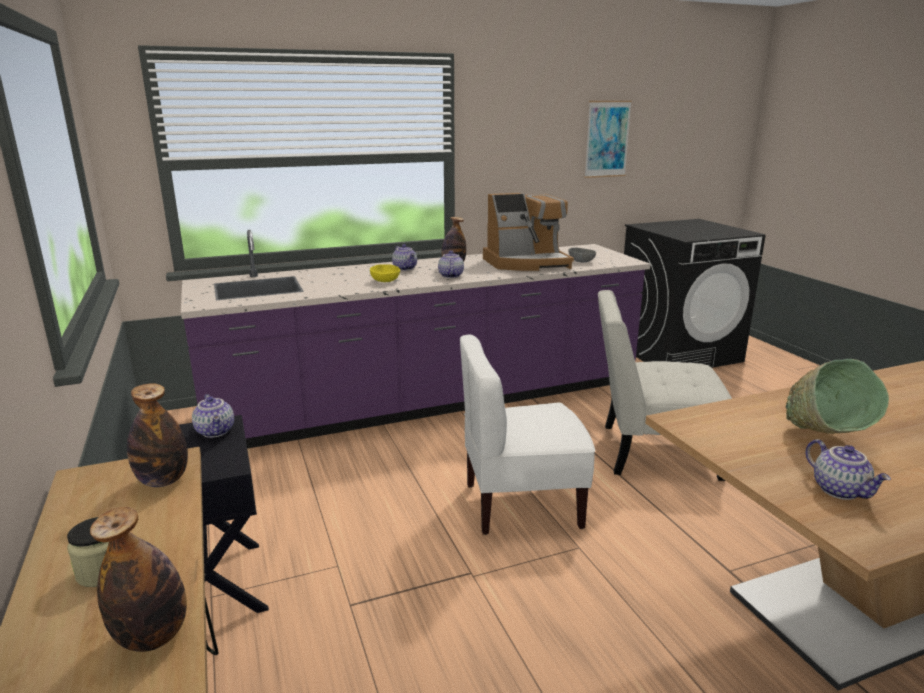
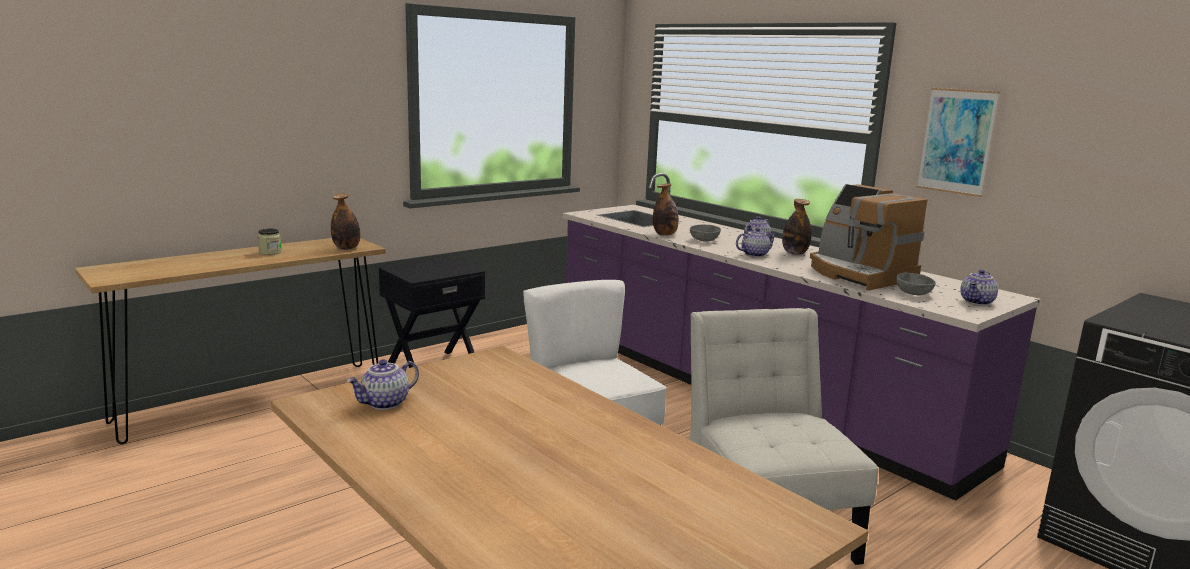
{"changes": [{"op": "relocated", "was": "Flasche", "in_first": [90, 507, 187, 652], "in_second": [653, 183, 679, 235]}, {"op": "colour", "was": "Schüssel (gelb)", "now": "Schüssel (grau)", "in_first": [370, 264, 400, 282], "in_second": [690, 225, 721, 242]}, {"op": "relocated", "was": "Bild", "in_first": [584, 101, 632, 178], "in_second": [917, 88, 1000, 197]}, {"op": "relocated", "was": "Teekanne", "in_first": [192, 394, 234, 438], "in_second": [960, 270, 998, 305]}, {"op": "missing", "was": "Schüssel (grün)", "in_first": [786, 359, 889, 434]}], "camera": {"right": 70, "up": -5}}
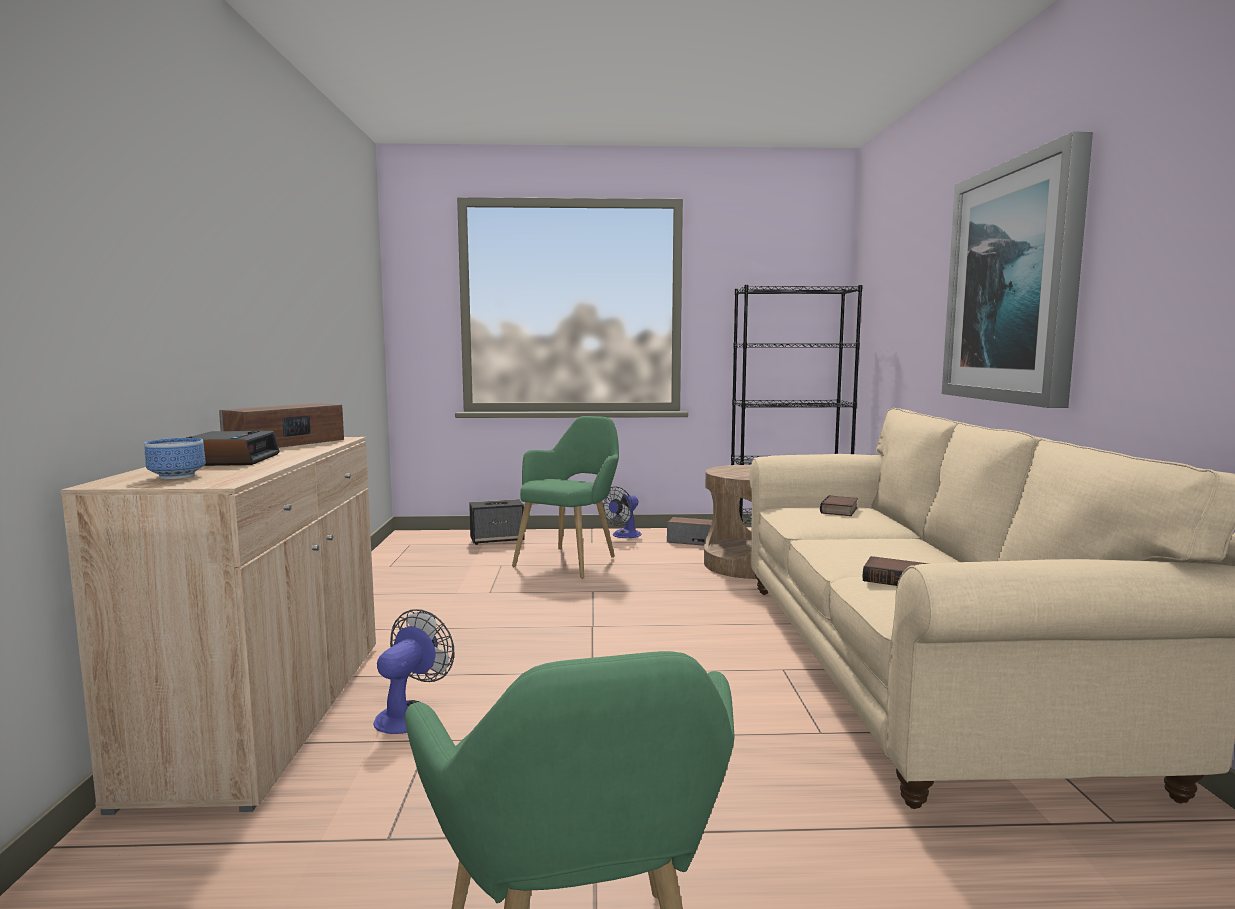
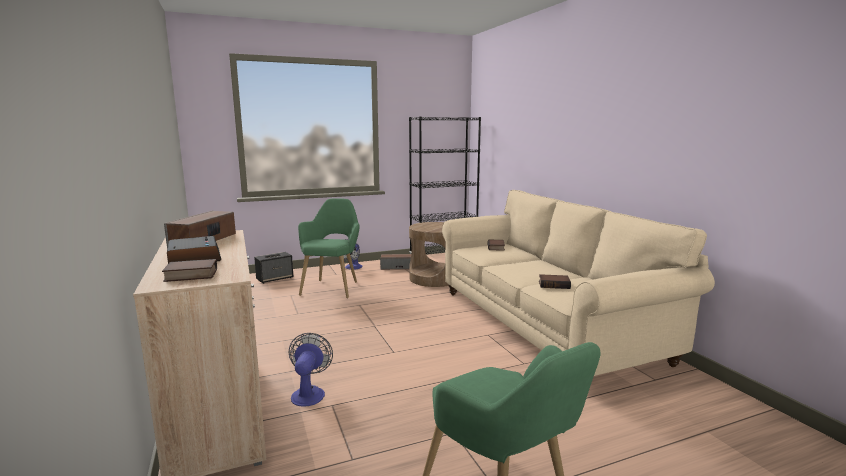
{"changes": [{"op": "exchanged", "was": "Schüssel", "now": "Buch", "in_first": [144, 438, 206, 479], "in_second": [162, 259, 217, 282]}, {"op": "missing", "was": "Bild", "in_first": [942, 132, 1093, 408]}], "camera": {"right": -20, "up": 5}}
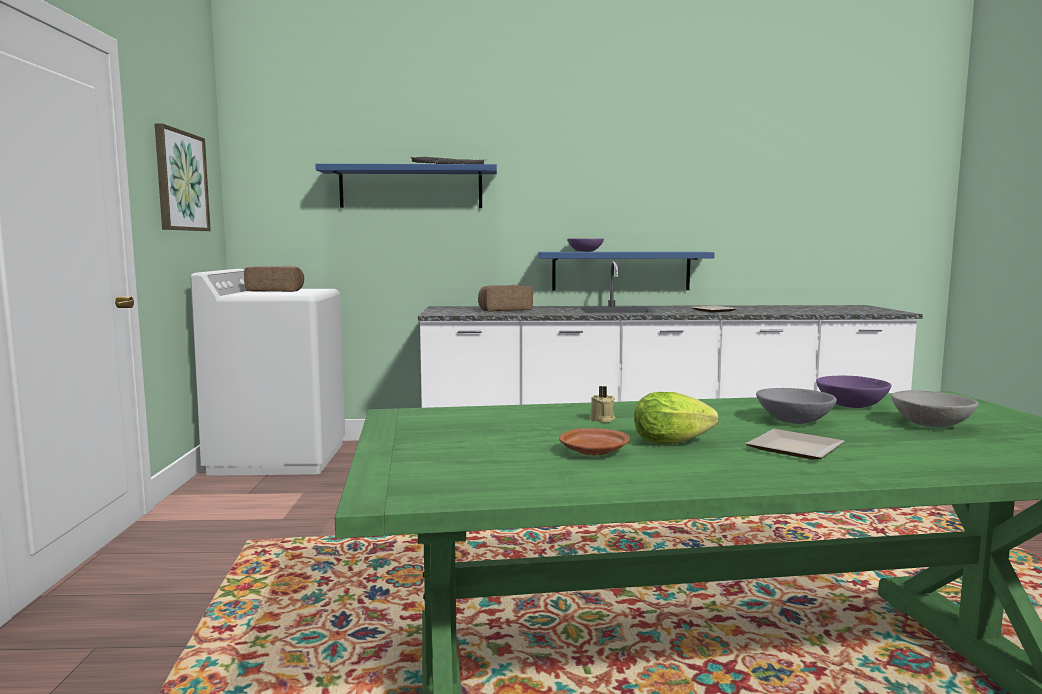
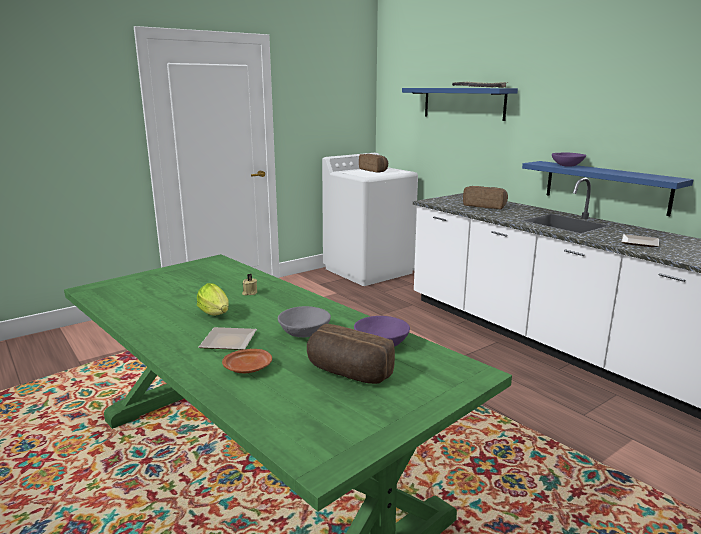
{"changes": [{"op": "relocated", "was": "Teller (braun)", "in_first": [559, 428, 630, 455], "in_second": [222, 349, 272, 373]}, {"op": "exchanged", "was": "Schüssel (grau)", "now": "Brot", "in_first": [891, 390, 979, 427], "in_second": [307, 324, 395, 384]}, {"op": "missing", "was": "Bild", "in_first": [155, 123, 211, 231]}], "camera": {"right": 55, "up": 10}}
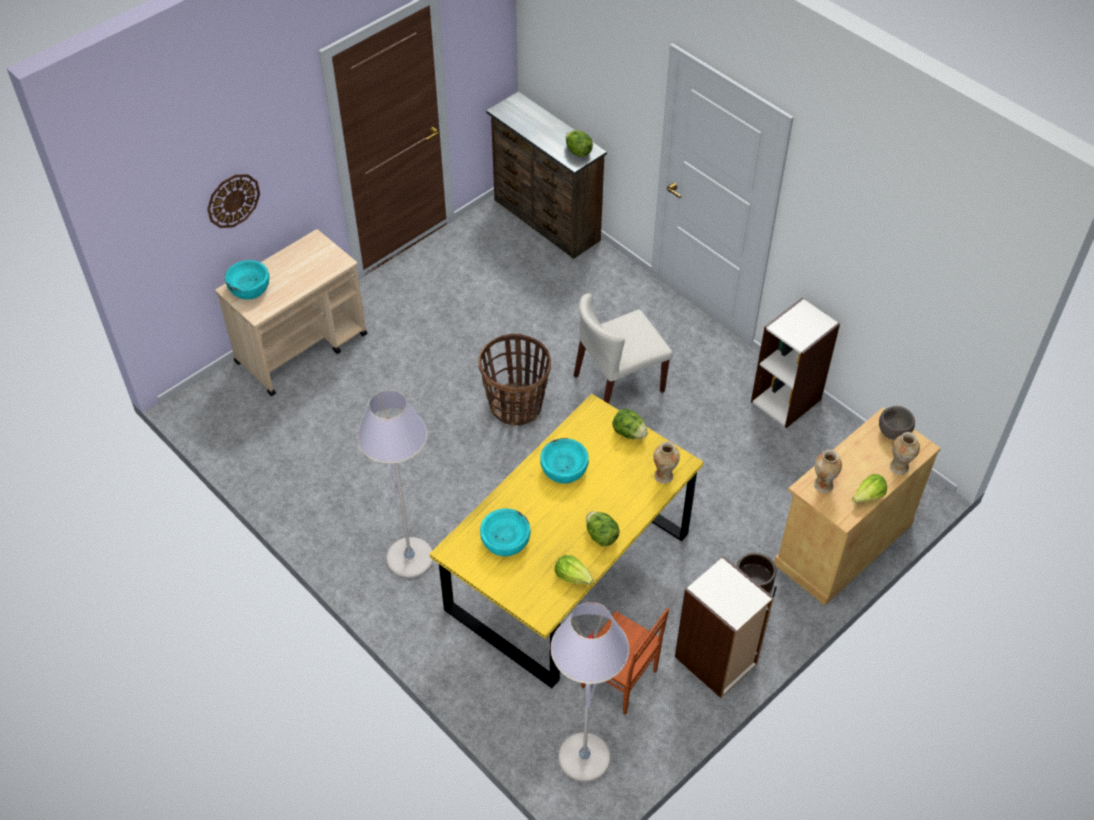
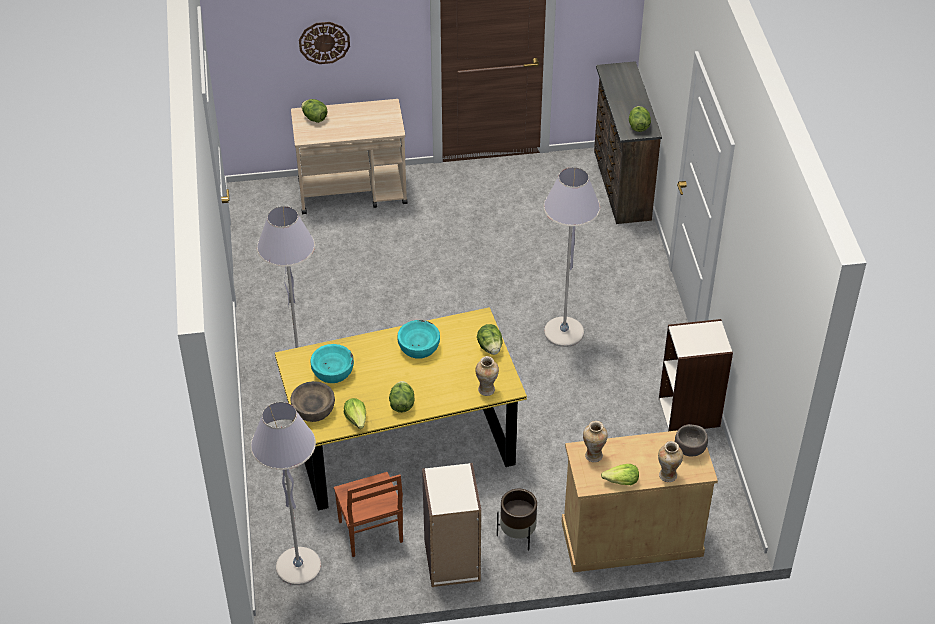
{"changes": [{"op": "appeared", "now": "Schüssel (braun)", "in_second": [290, 381, 335, 422]}, {"op": "exchanged", "was": "Schüssel (türkis)", "now": "Salatkopf", "in_first": [225, 260, 269, 300], "in_second": [301, 99, 327, 123]}, {"op": "exchanged", "was": "Stuhl (beige)", "now": "Stehlampe (grau)", "in_first": [574, 293, 673, 404], "in_second": [543, 167, 600, 347]}, {"op": "missing", "was": "Korb", "in_first": [478, 334, 551, 426]}], "camera": {"right": 35, "up": -5}}
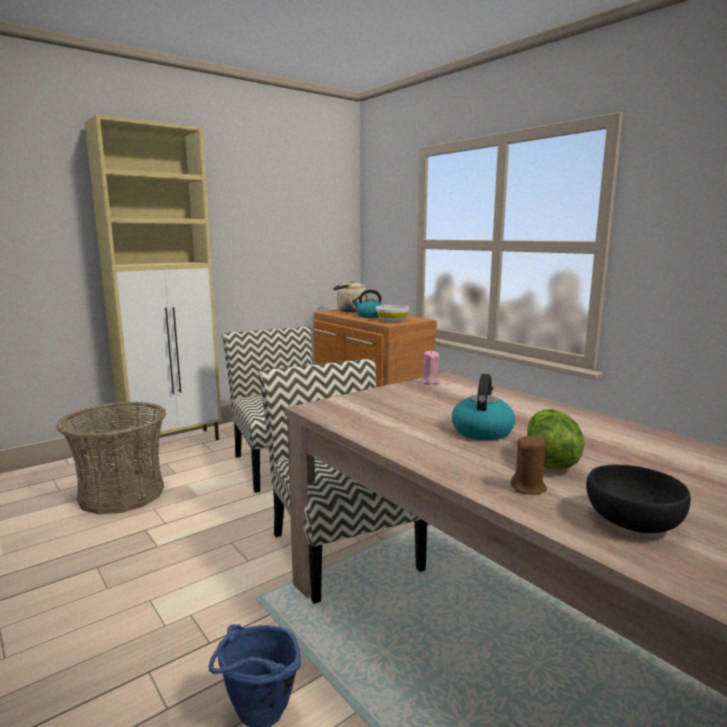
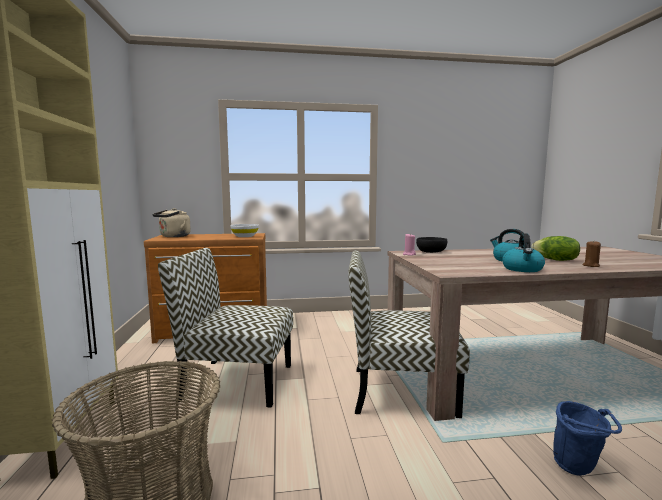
{"changes": [{"op": "relocated", "was": "Schüssel (schwarz)", "in_first": [586, 464, 691, 533], "in_second": [416, 237, 447, 253]}, {"op": "relocated", "was": "Wasserkessel", "in_first": [352, 289, 382, 318], "in_second": [502, 233, 545, 272]}], "camera": {"right": -60, "up": -5}}
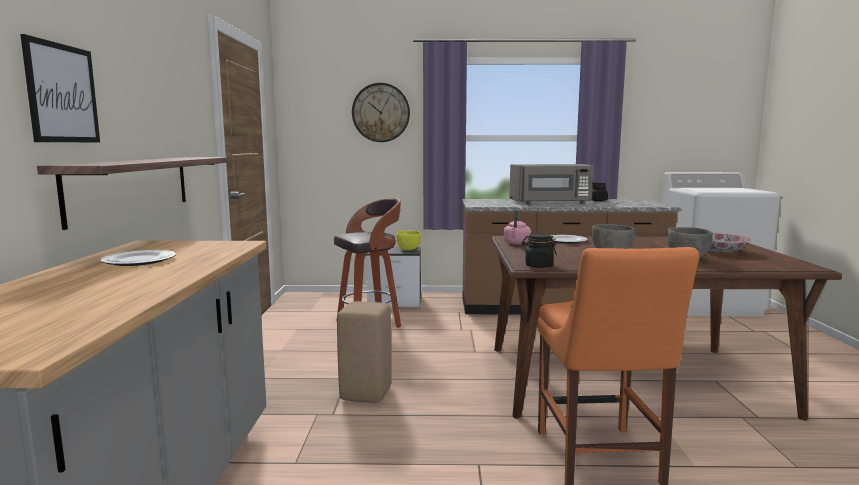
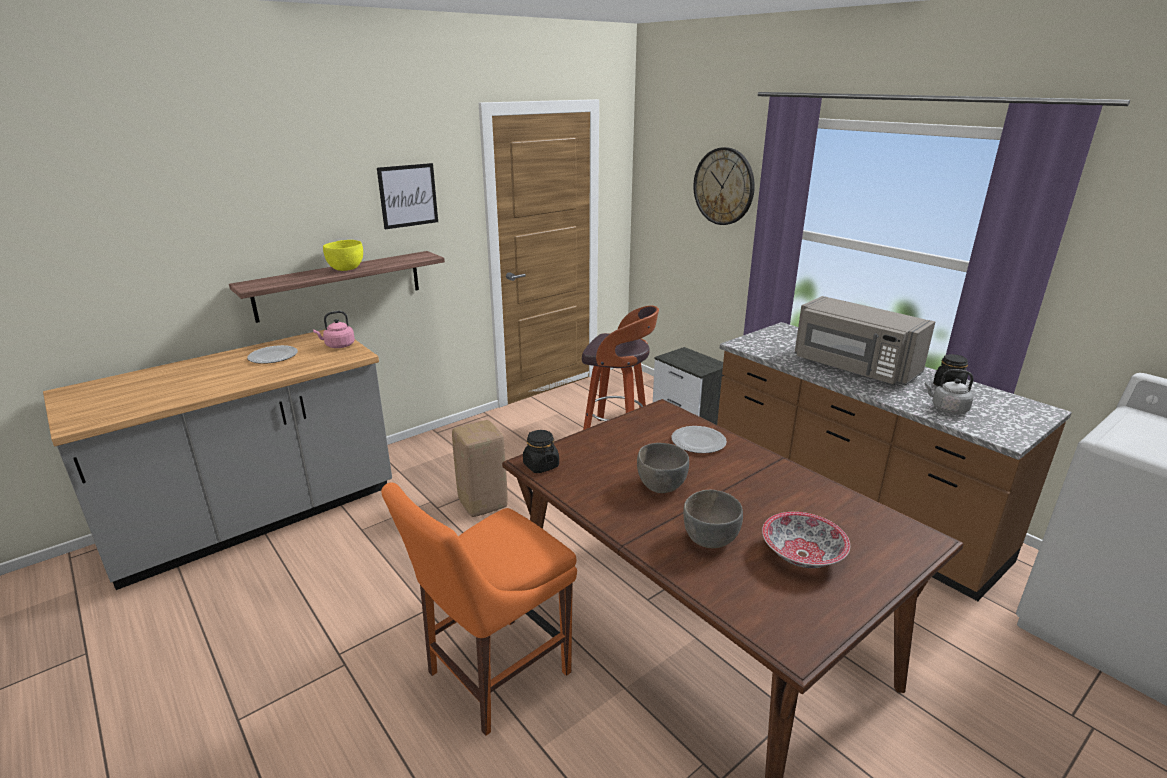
{"changes": [{"op": "relocated", "was": "Wasserkessel (rosa)", "in_first": [503, 210, 531, 245], "in_second": [313, 311, 355, 348]}, {"op": "relocated", "was": "Schüssel (gelb)", "in_first": [396, 231, 421, 251], "in_second": [323, 240, 363, 271]}, {"op": "relocated", "was": "Bild", "in_first": [20, 34, 100, 142], "in_second": [377, 163, 438, 230]}, {"op": "appeared", "now": "Wasserkessel (grau)", "in_second": [925, 369, 974, 414]}], "camera": {"right": 50, "up": 15}}
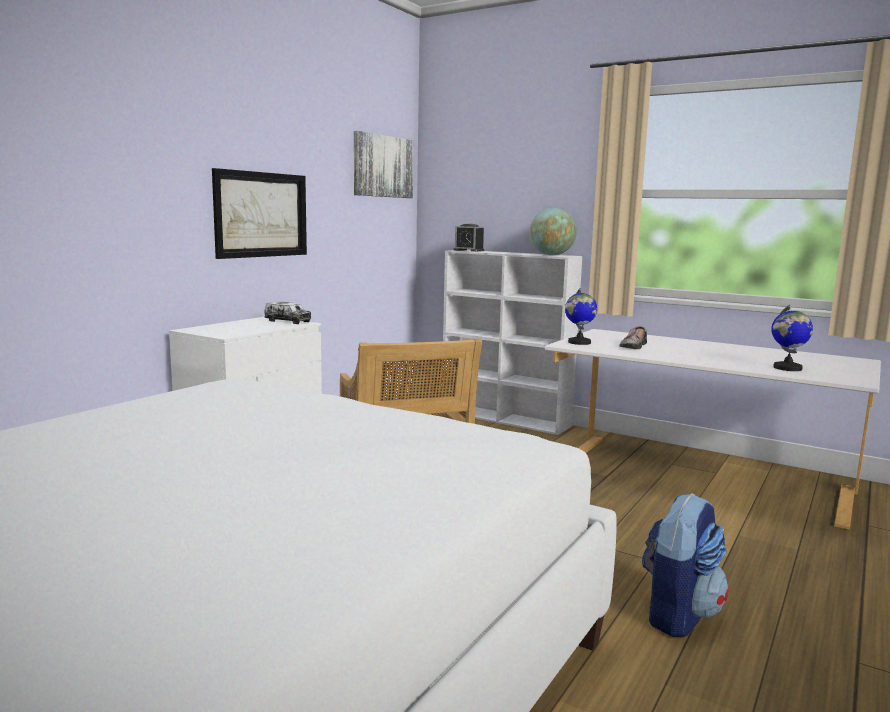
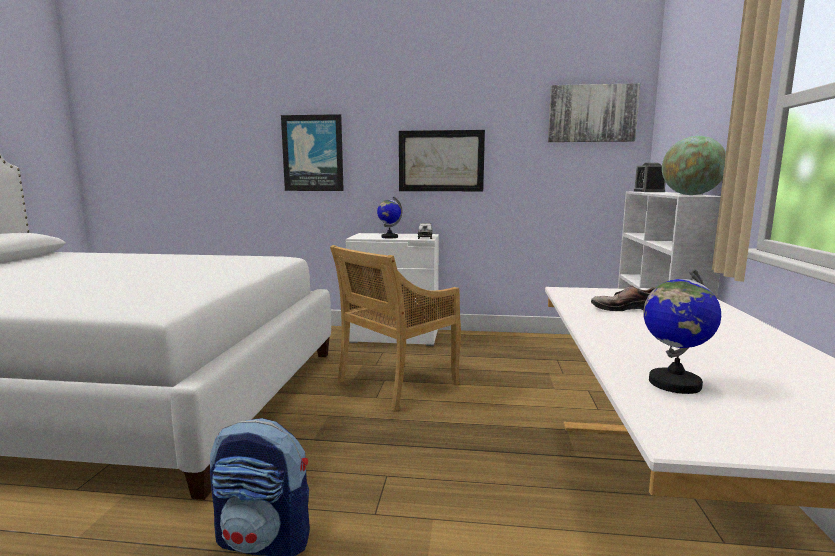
{"changes": [{"op": "appeared", "now": "Bild", "in_second": [281, 114, 344, 191]}, {"op": "relocated", "was": "Globus", "in_first": [565, 288, 597, 345], "in_second": [377, 197, 402, 238]}], "camera": {"right": 65, "up": 0}}
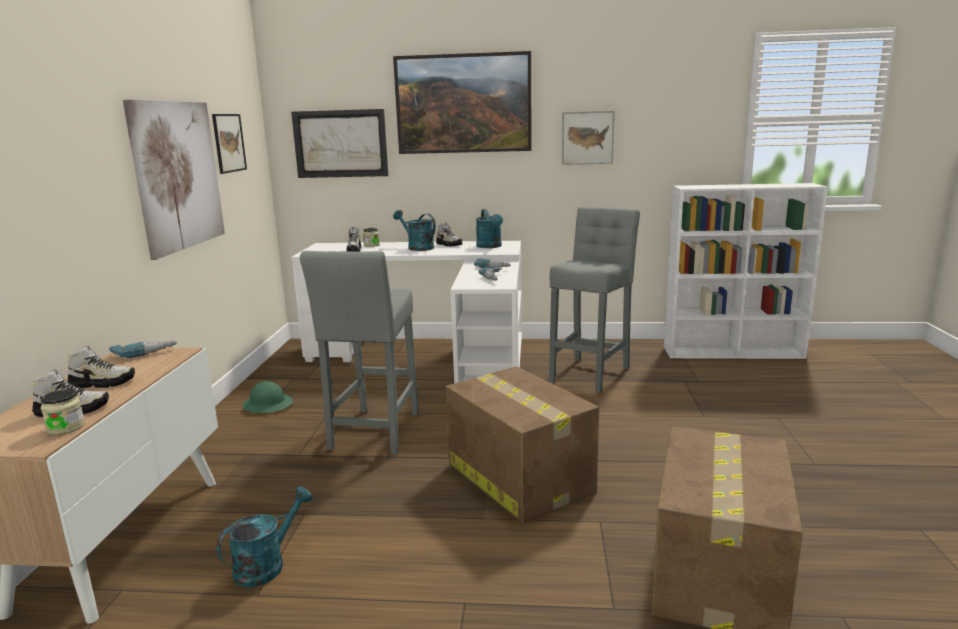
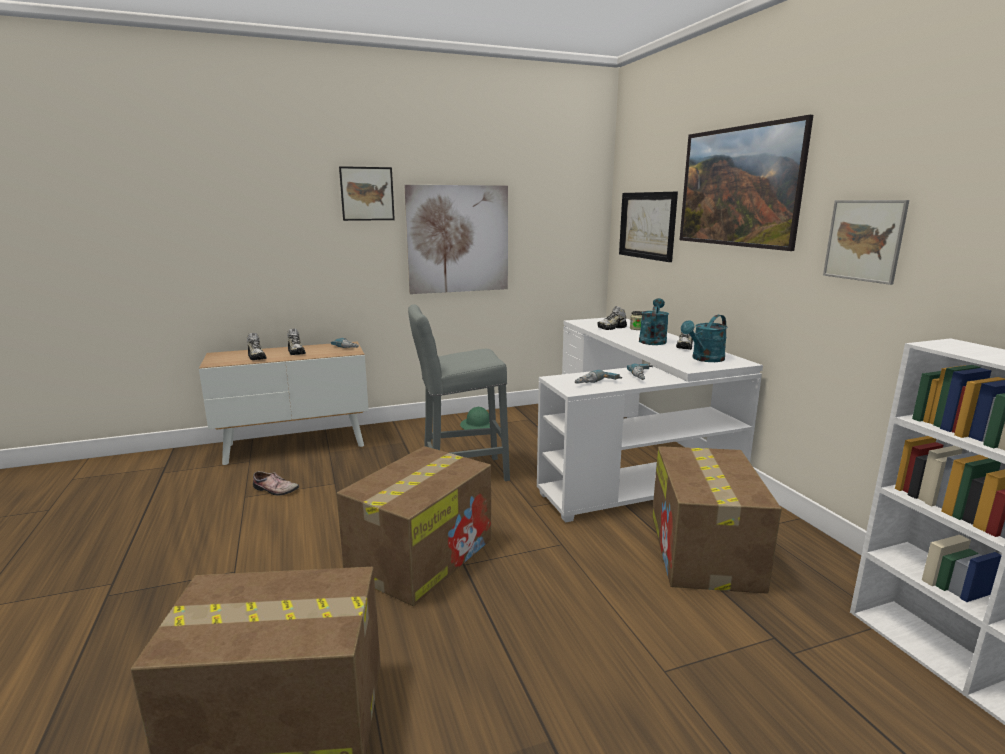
{"changes": [{"op": "exchanged", "was": "Gießkanne (türkis)", "now": "Schuh", "in_first": [217, 486, 313, 588], "in_second": [253, 471, 299, 495]}, {"op": "relocated", "was": "Bild", "in_first": [212, 114, 247, 174], "in_second": [339, 166, 395, 221]}, {"op": "exchanged", "was": "Hocker (grau)", "now": "Karton", "in_first": [549, 207, 640, 393], "in_second": [652, 446, 781, 594]}, {"op": "missing", "was": "Vorratsglas", "in_first": [41, 389, 85, 435]}], "camera": {"right": 65, "up": 0}}
